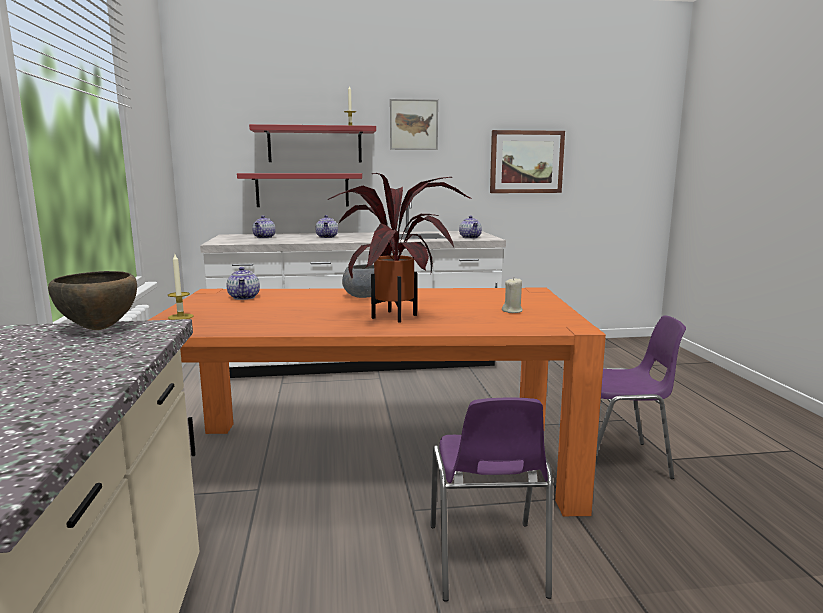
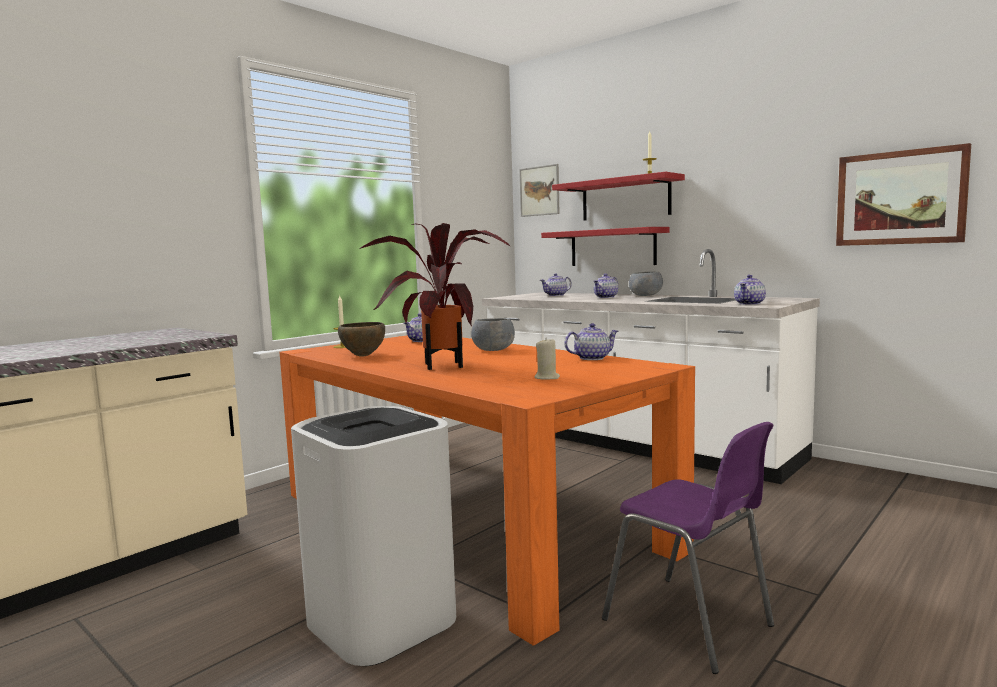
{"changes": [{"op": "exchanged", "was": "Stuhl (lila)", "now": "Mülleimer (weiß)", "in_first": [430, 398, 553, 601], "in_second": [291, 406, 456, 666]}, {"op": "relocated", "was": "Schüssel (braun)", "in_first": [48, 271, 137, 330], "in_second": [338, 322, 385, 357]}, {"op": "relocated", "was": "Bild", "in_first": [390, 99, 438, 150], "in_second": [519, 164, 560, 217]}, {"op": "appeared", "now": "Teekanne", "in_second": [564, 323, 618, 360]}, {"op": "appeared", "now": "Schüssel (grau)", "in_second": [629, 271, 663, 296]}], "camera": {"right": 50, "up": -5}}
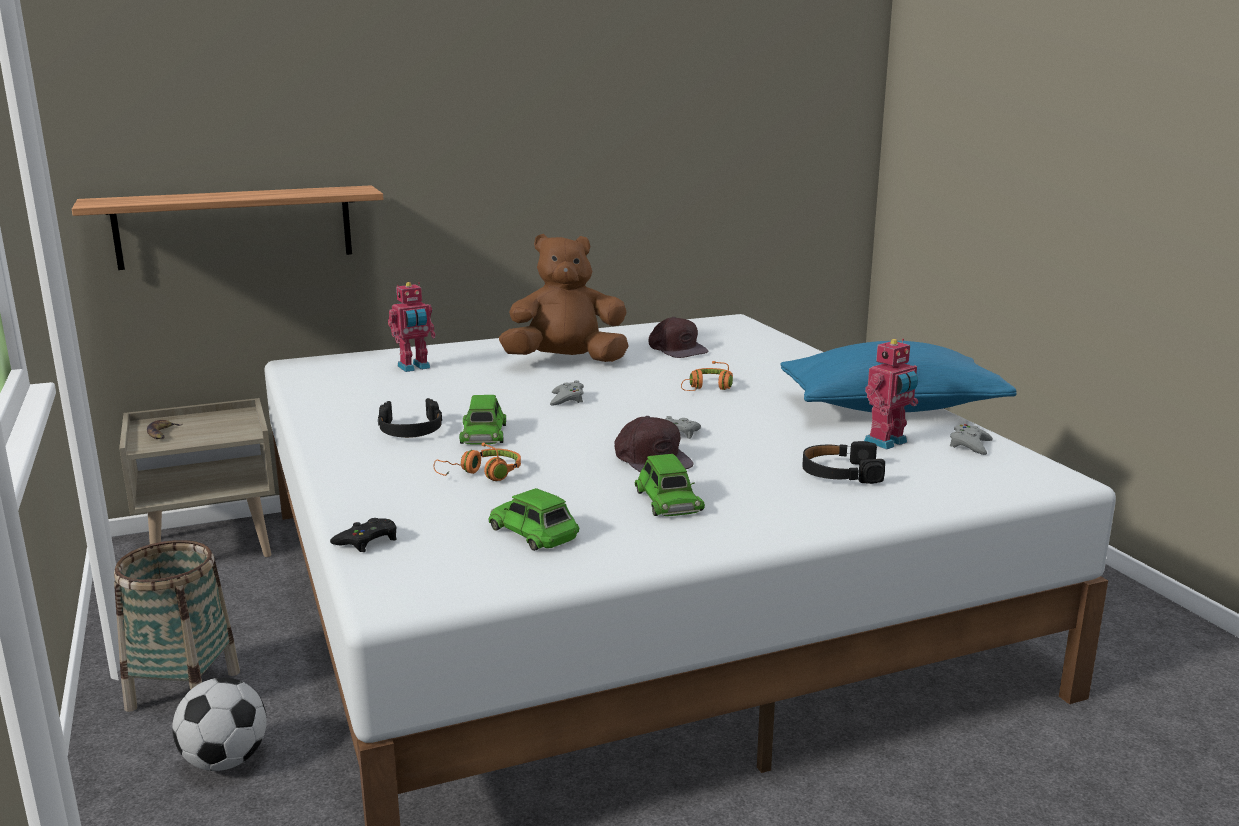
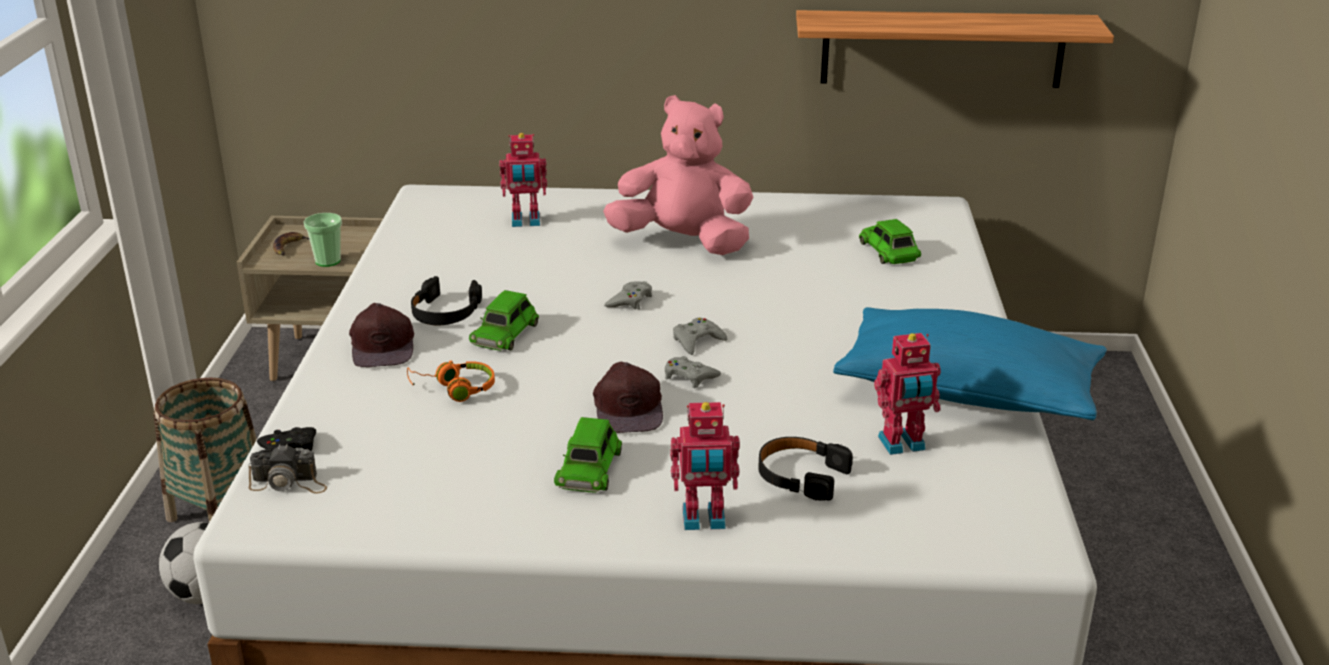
{"changes": [{"op": "appeared", "now": "Kamera", "in_second": [248, 444, 327, 494]}, {"op": "appeared", "now": "Tasse", "in_second": [303, 213, 342, 267]}, {"op": "relocated", "was": "Kappe (braun)", "in_first": [649, 317, 708, 358], "in_second": [349, 303, 414, 367]}, {"op": "colour", "was": "Plüschtier (braun)", "now": "Plüschtier (rosa)", "in_first": [499, 234, 629, 362], "in_second": [603, 95, 753, 255]}, {"op": "appeared", "now": "Spielzeugroboter", "in_second": [670, 402, 740, 530]}, {"op": "relocated", "was": "Gamepad (grau)", "in_first": [950, 424, 993, 455], "in_second": [673, 317, 728, 355]}, {"op": "relocated", "was": "Wandregal", "in_first": [72, 185, 383, 270], "in_second": [796, 10, 1114, 88]}, {"op": "relocated", "was": "Spielzeugauto (grün)", "in_first": [488, 488, 579, 551], "in_second": [859, 219, 921, 264]}, {"op": "missing", "was": "Kopfhörer (orange)", "in_first": [681, 361, 733, 391]}], "camera": {"right": 25, "up": 10}}
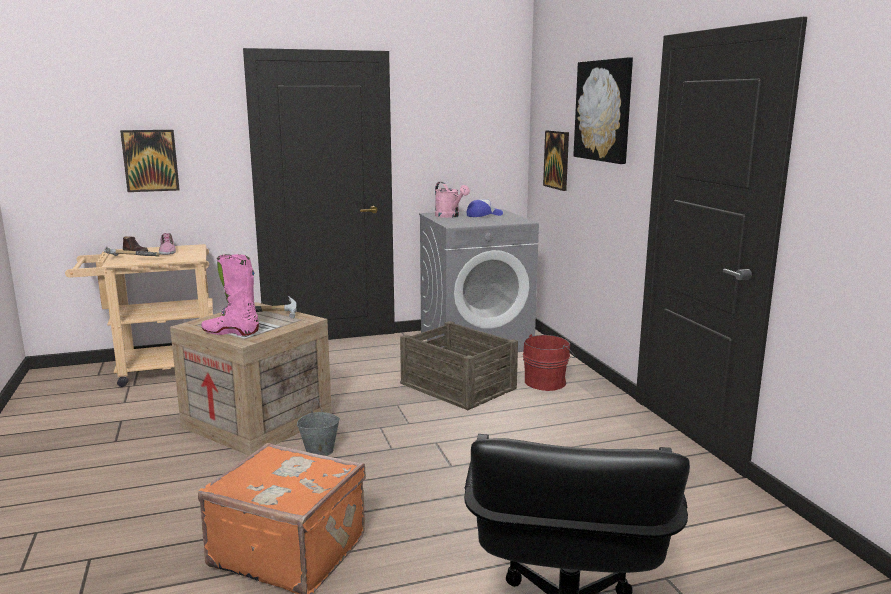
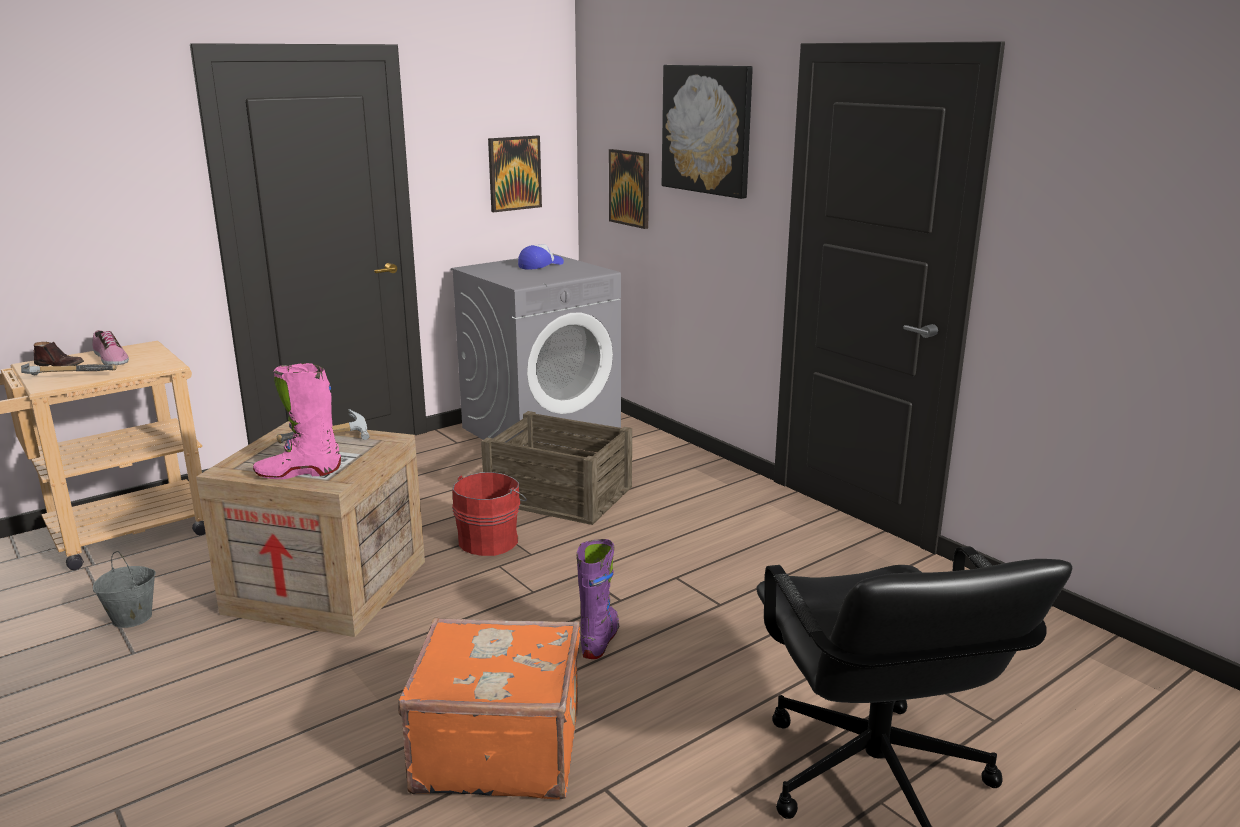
{"changes": [{"op": "relocated", "was": "Eimer (grau)", "in_first": [297, 399, 340, 456], "in_second": [93, 551, 156, 628]}, {"op": "relocated", "was": "Eimer (rot)", "in_first": [523, 334, 575, 391], "in_second": [452, 472, 527, 556]}, {"op": "relocated", "was": "Bild", "in_first": [120, 130, 180, 192], "in_second": [488, 136, 542, 212]}, {"op": "appeared", "now": "Stiefel (lila)", "in_second": [577, 539, 619, 659]}, {"op": "missing", "was": "Gießkanne (rosa)", "in_first": [435, 182, 470, 218]}], "camera": {"right": -20, "up": 5}}
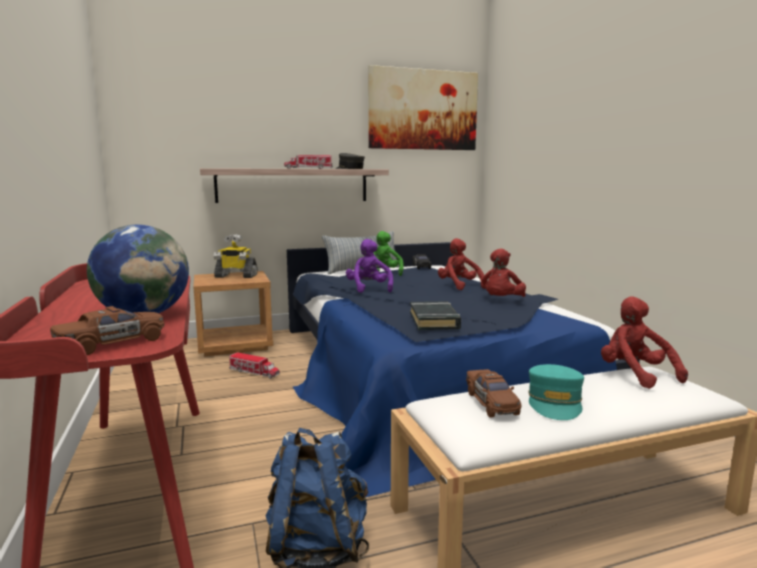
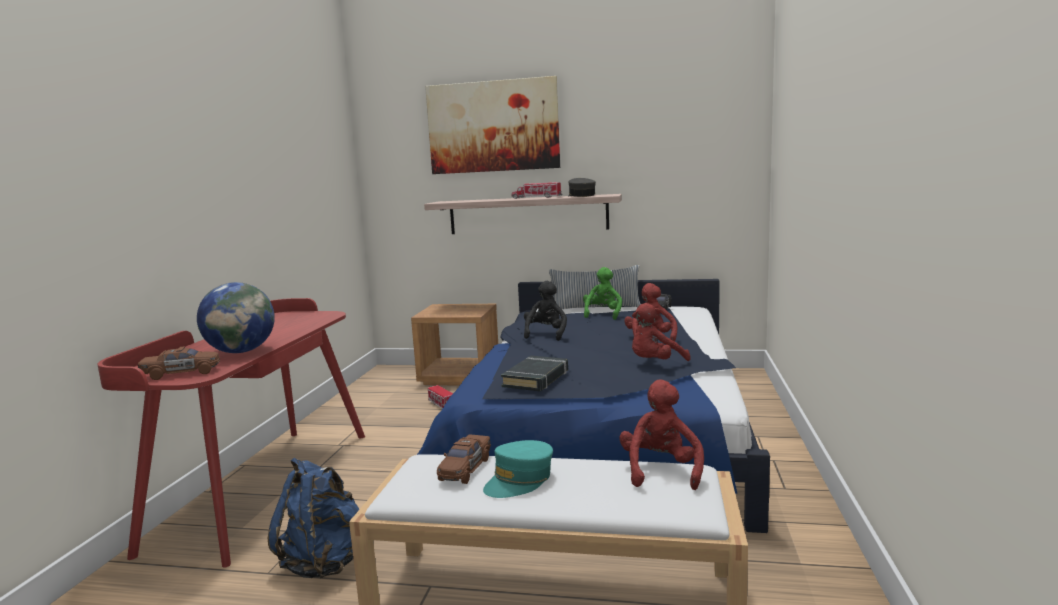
{"changes": [{"op": "relocated", "was": "Bild", "in_first": [368, 65, 478, 150], "in_second": [425, 76, 560, 174]}, {"op": "colour", "was": "Plüschtier (lila)", "now": "Plüschtier (schwarz)", "in_first": [346, 239, 393, 293], "in_second": [524, 281, 567, 341]}, {"op": "missing", "was": "Spielzeugroboter", "in_first": [213, 234, 258, 278]}], "camera": {"right": 30, "up": 0}}
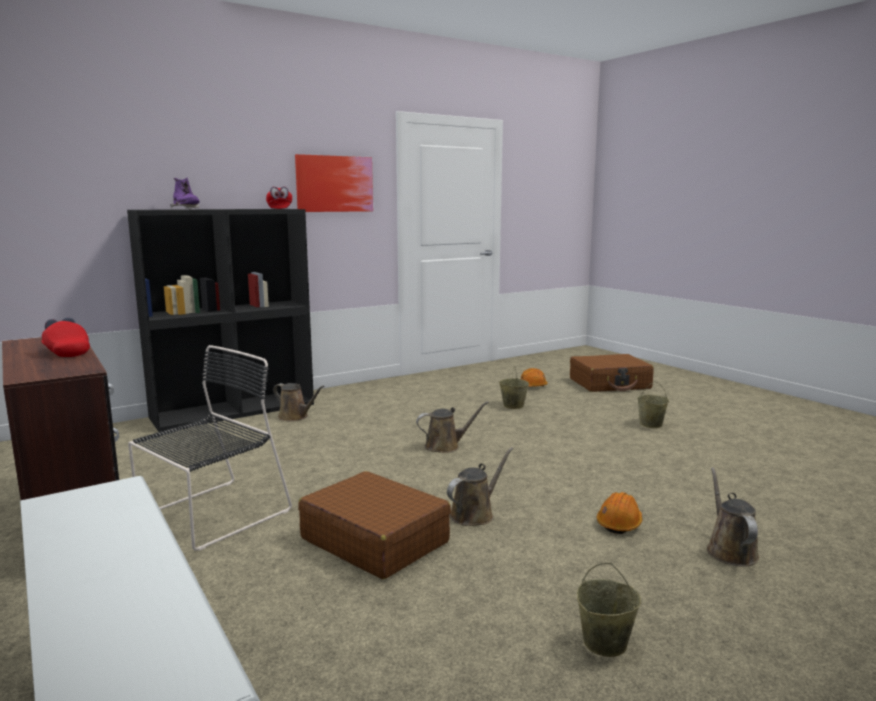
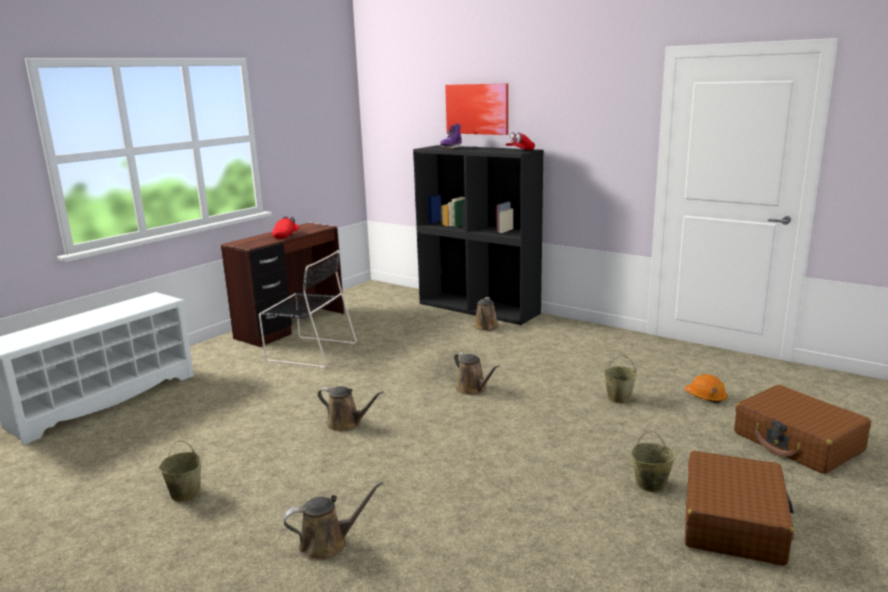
{"changes": [{"op": "relocated", "was": "Bild", "in_first": [295, 154, 373, 212], "in_second": [445, 83, 508, 135]}, {"op": "relocated", "was": "Koffer (braun)", "in_first": [298, 471, 451, 579], "in_second": [685, 451, 794, 566]}, {"op": "missing", "was": "Schutzhelm (orange)", "in_first": [597, 492, 642, 534]}], "camera": {"right": 70, "up": 5}}
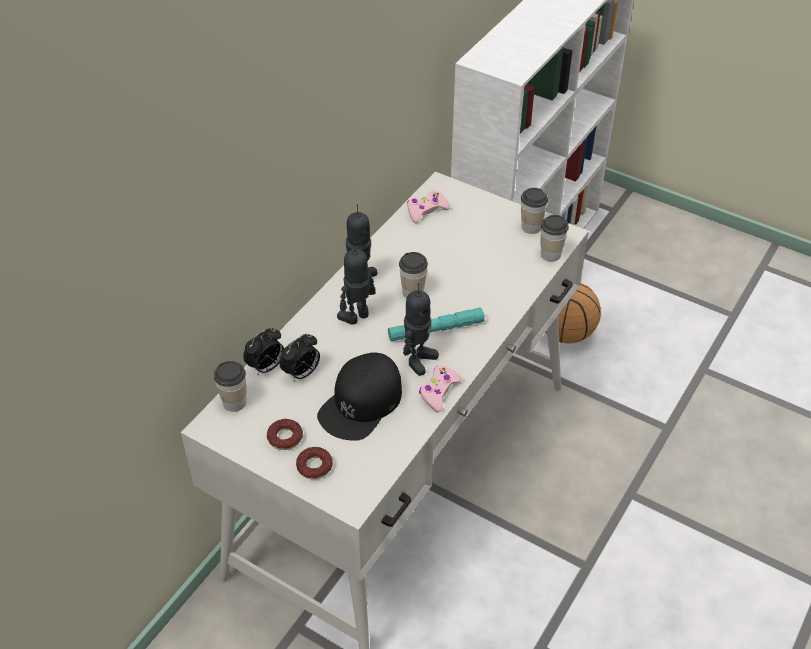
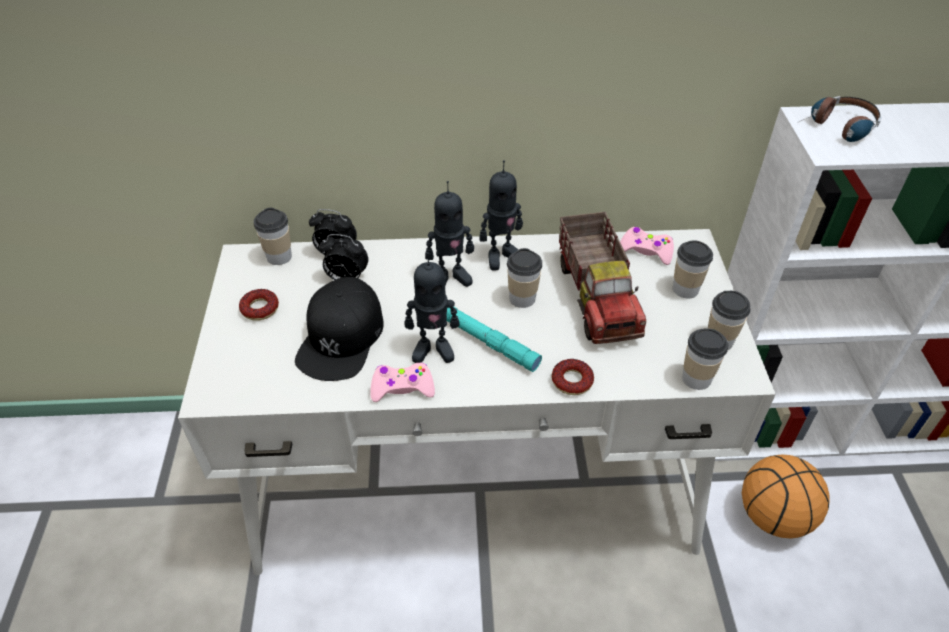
{"changes": [{"op": "spun", "was": "Kappe (schwarz)", "in_first": [317, 353, 402, 441], "in_second": [295, 277, 384, 381], "clockwise": -75}, {"op": "spun", "was": "Spielzeugroboter", "in_first": [337, 242, 375, 325], "in_second": [425, 181, 474, 287], "clockwise": 150}, {"op": "relocated", "was": "Donut", "in_first": [296, 447, 333, 479], "in_second": [552, 359, 594, 395]}, {"op": "appeared", "now": "Spielzeuglaster", "in_second": [559, 212, 646, 344]}, {"op": "appeared", "now": "Tasse", "in_second": [673, 240, 713, 298]}, {"op": "appeared", "now": "Kopfhörer", "in_second": [797, 96, 881, 142]}], "camera": {"right": 55, "up": 0}}
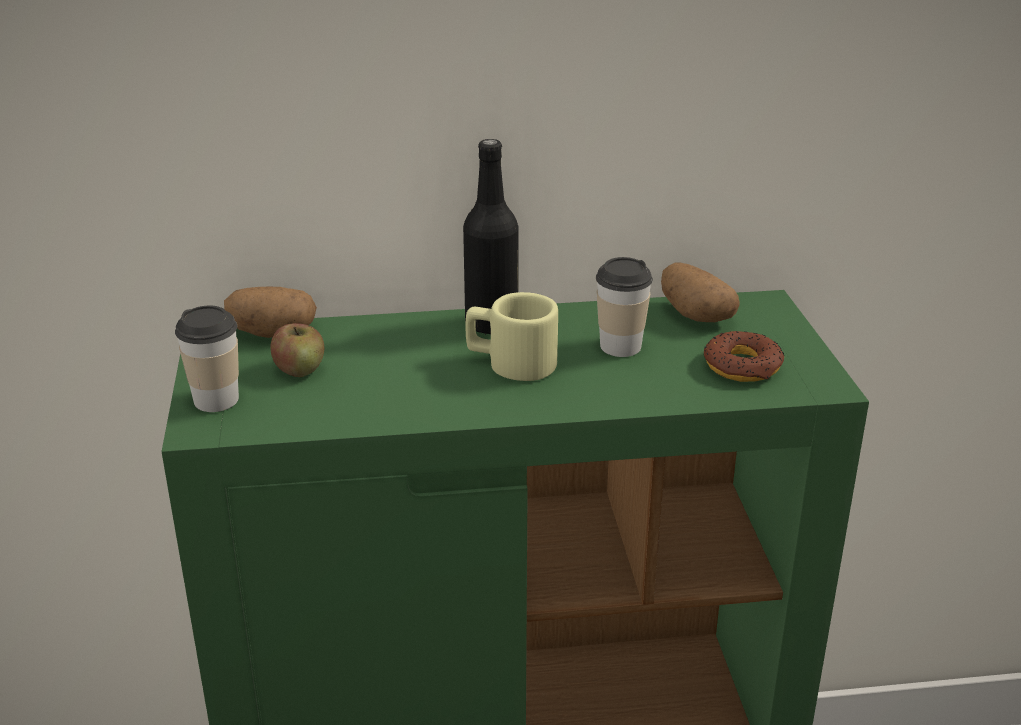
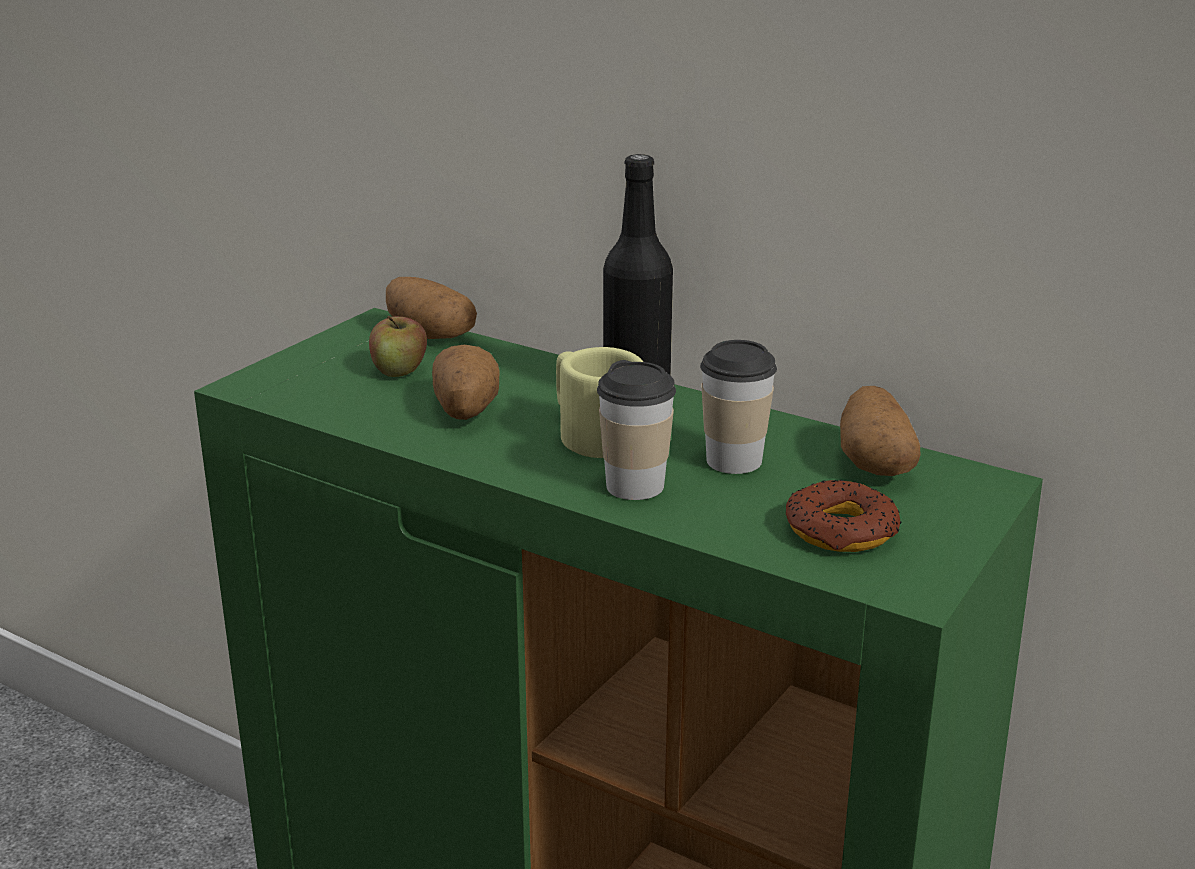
{"changes": [{"op": "appeared", "now": "Kartoffel", "in_second": [432, 345, 499, 420]}, {"op": "relocated", "was": "Tasse", "in_first": [175, 306, 239, 412], "in_second": [597, 360, 676, 500]}], "camera": {"right": 40, "up": -5}}
